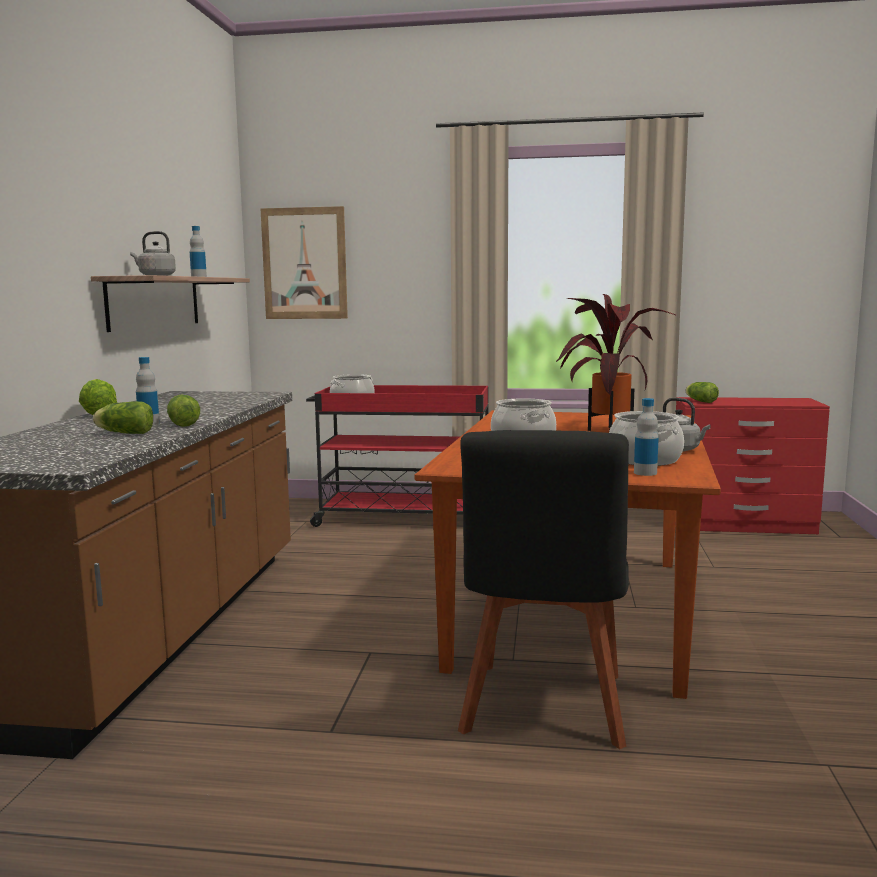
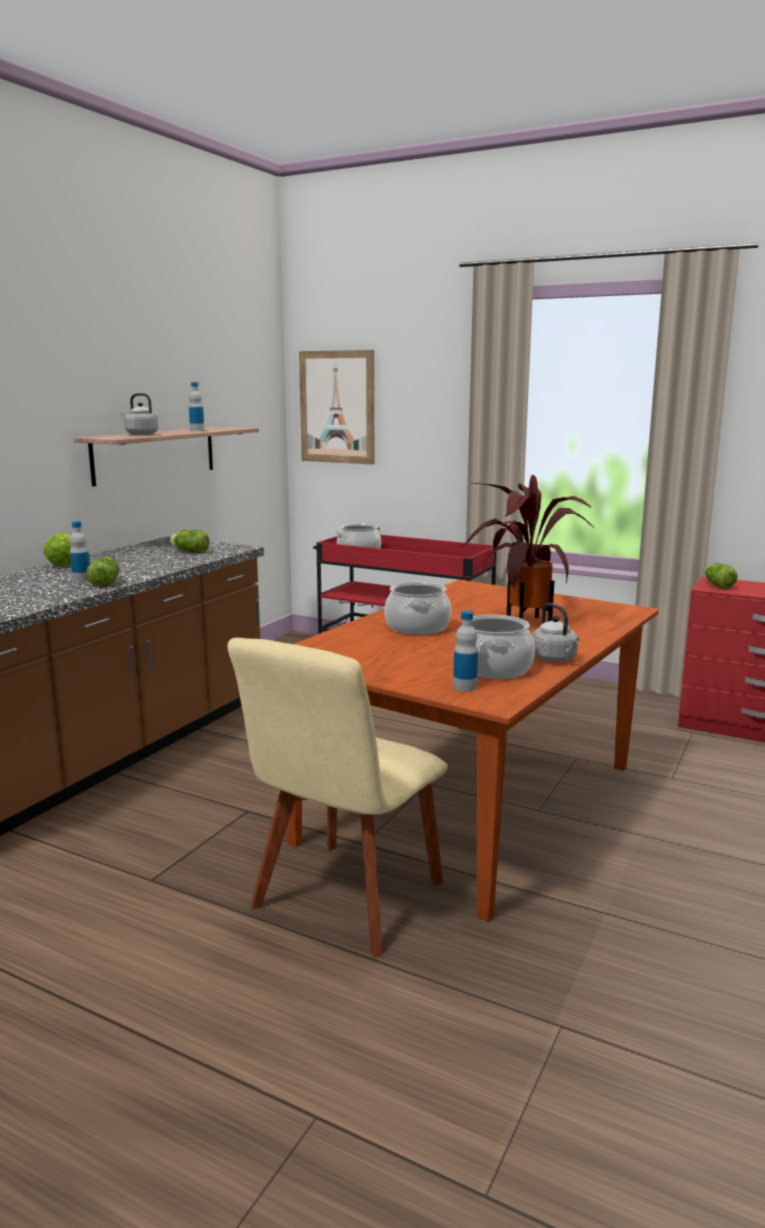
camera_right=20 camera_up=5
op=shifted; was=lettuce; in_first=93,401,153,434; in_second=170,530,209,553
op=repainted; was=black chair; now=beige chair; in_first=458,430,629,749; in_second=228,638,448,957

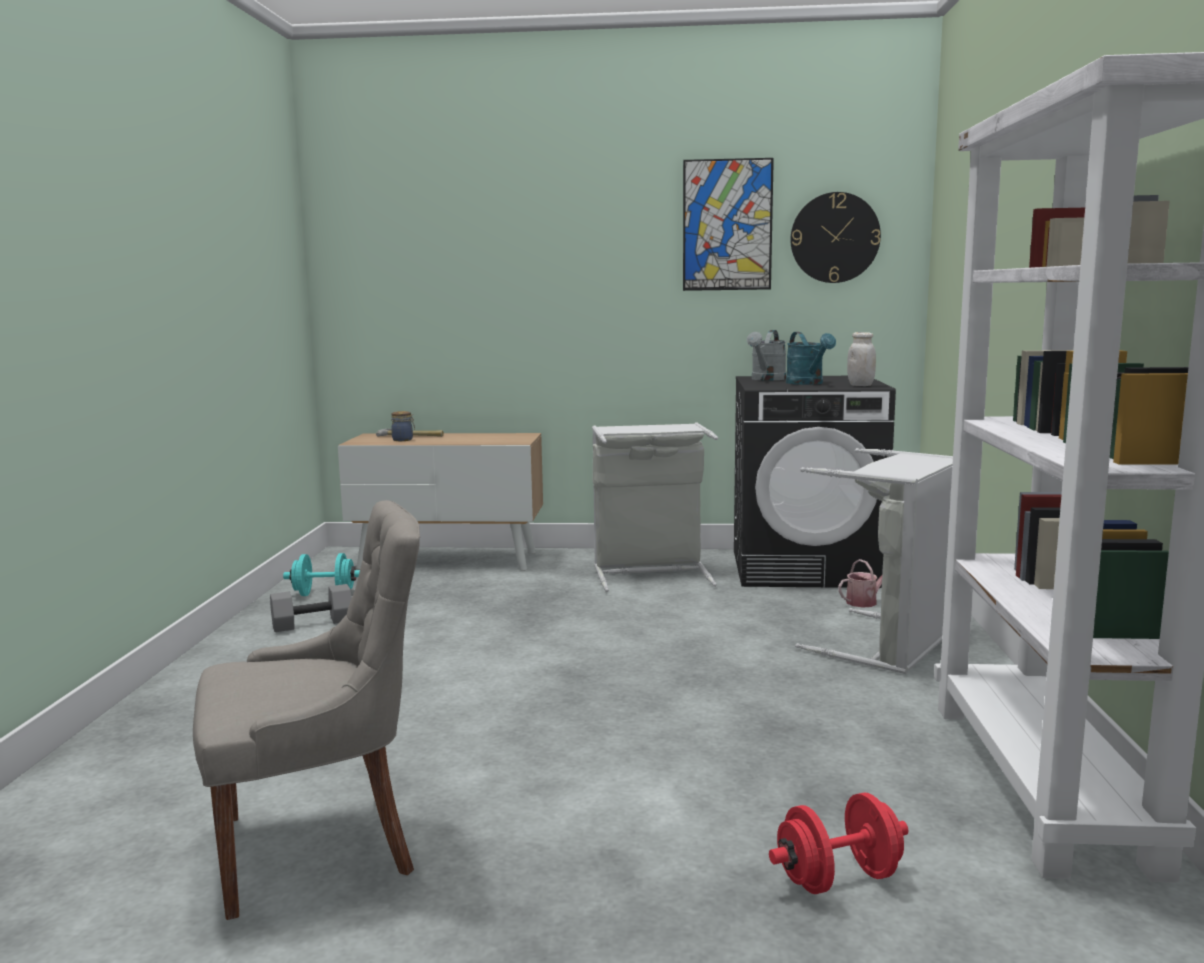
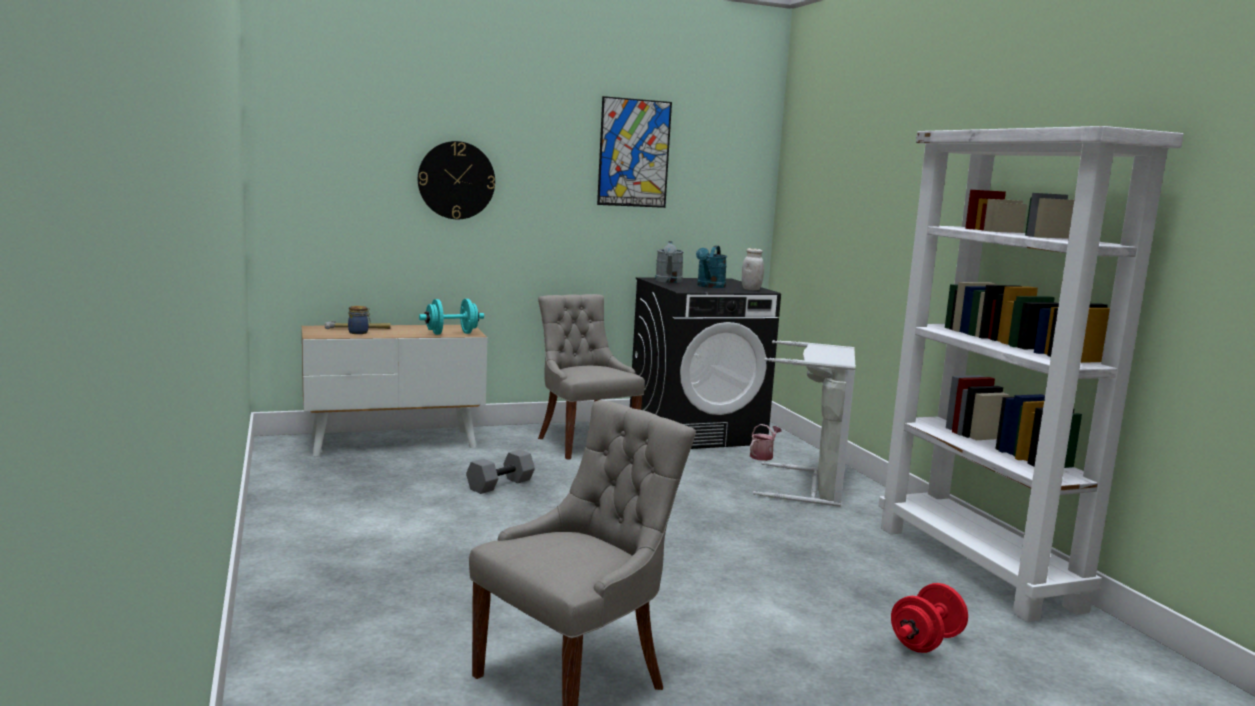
camera_right=-25 camera_up=0
op=shifted; was=grey dumbbell; in_first=270,584,352,632; in_second=466,450,535,494
op=shifted; was=turquoise dumbbell; in_first=283,553,360,596; in_second=419,299,484,335
op=swapped; was=grey laundry basket; now=grey chair; in_first=592,422,718,592; in_second=538,294,645,460
op=rotated; was=turquoise watering can; in_first=786,332,836,385; in_second=696,246,727,288; clockwise=60
op=shifted; was=wall clock; in_first=790,192,881,283; in_second=418,141,495,219

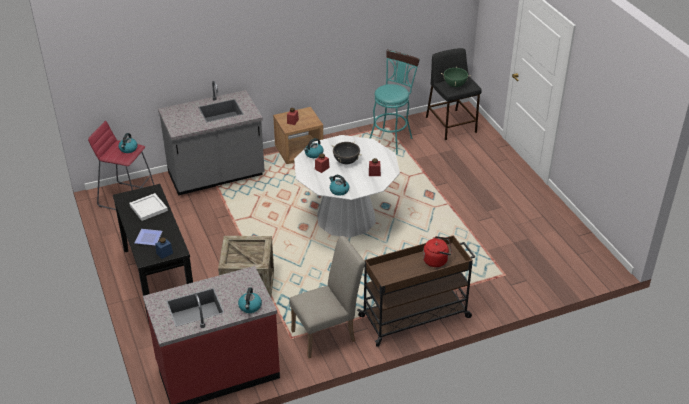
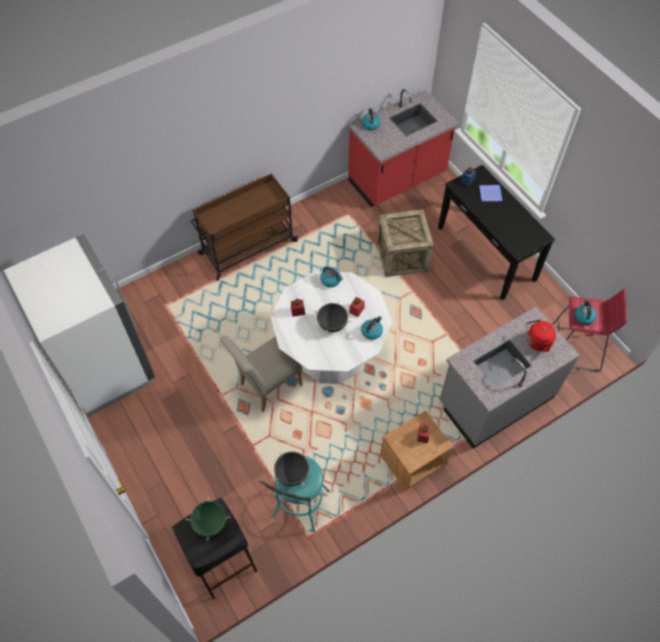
camera_right=170 camera_up=20
op=gone; was=white tray; in_first=129,193,168,221
op=shifted; was=beige chair; in_first=289,236,365,358; in_second=220,336,303,412
op=shifted; was=red kettle; in_first=423,236,452,267; in_second=526,319,556,352
op=new; now=white fridge; in_second=4,234,155,417
op=new; now=black cooking pot; in_second=274,451,309,486

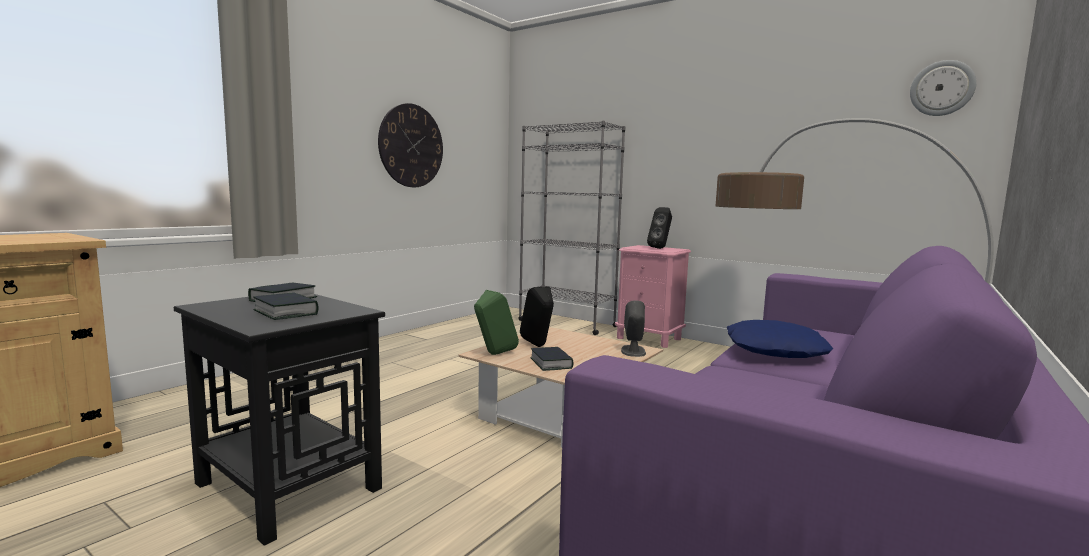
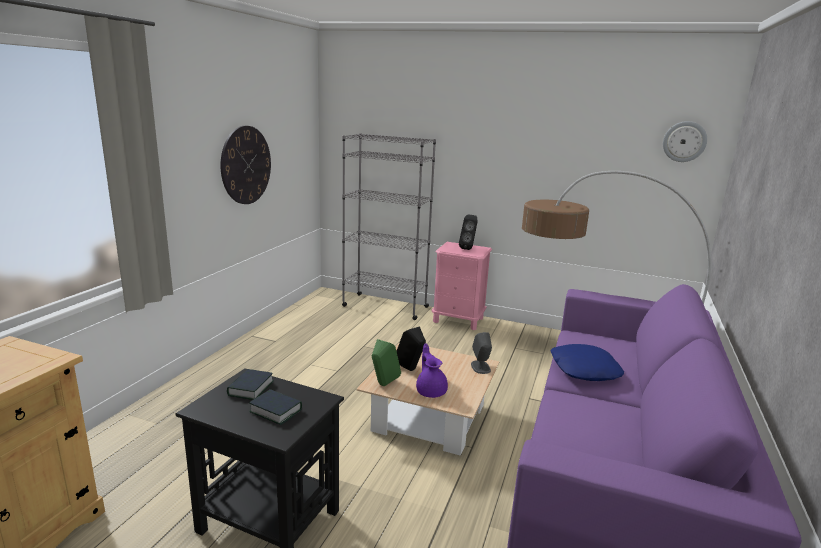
camera_right=-15 camera_up=10
op=swapped; was=book; now=purple teapot; in_first=530,347,574,371; in_second=416,343,448,398

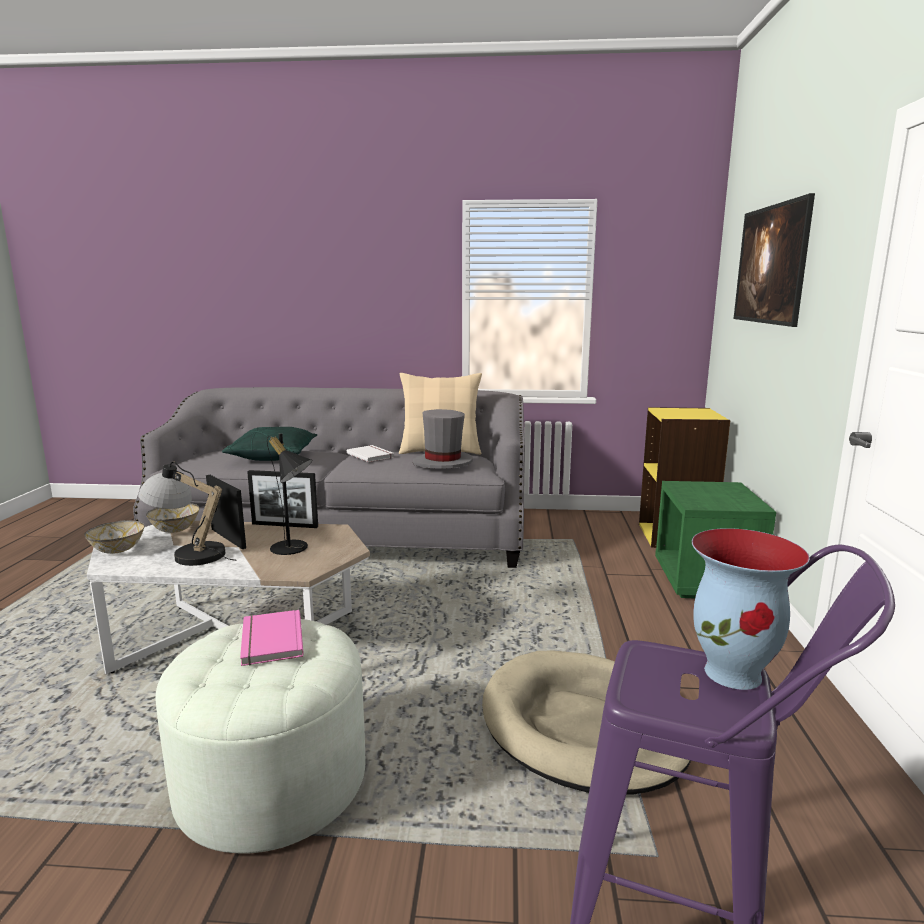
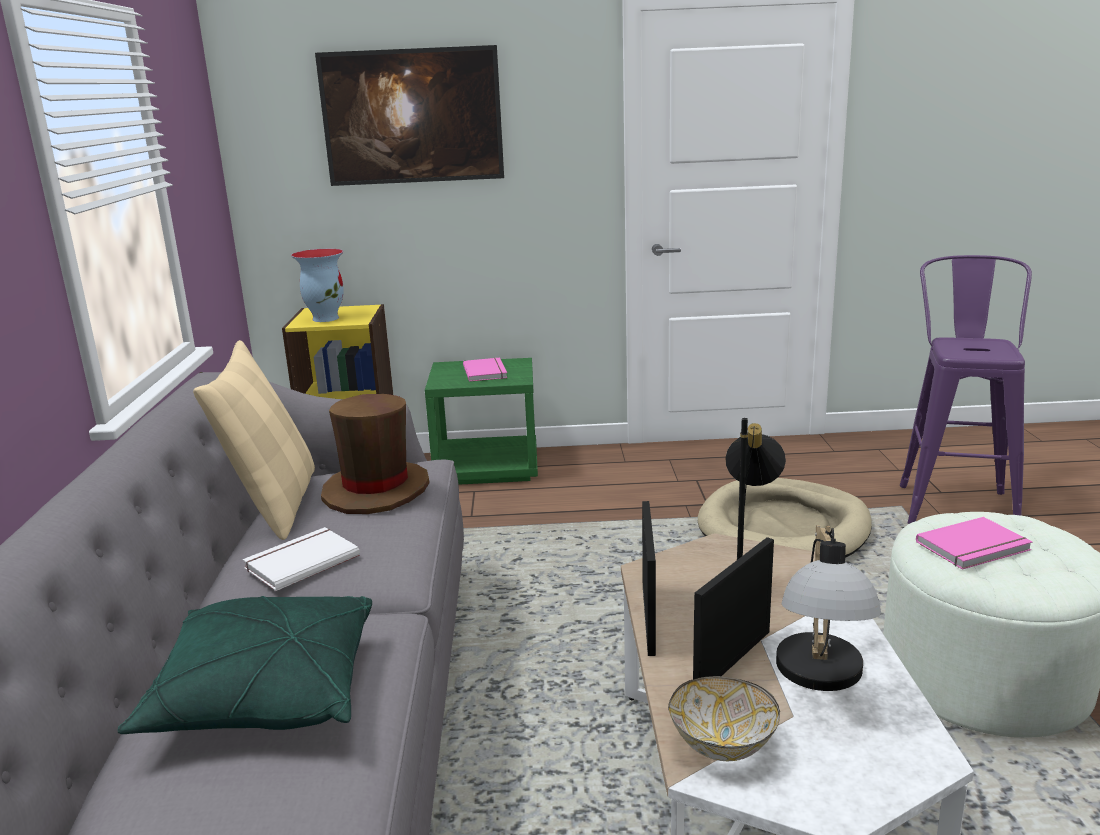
camera_right=-95 camera_up=5
op=gone; was=bowl; in_first=84,520,144,554
op=repainted; was=grey hat; now=brown hat; in_first=413,409,473,469; in_second=321,394,430,514
op=shifted; was=vase; in_first=692,528,810,690; in_second=291,249,344,322
op=new; now=pink book; in_second=463,358,507,382

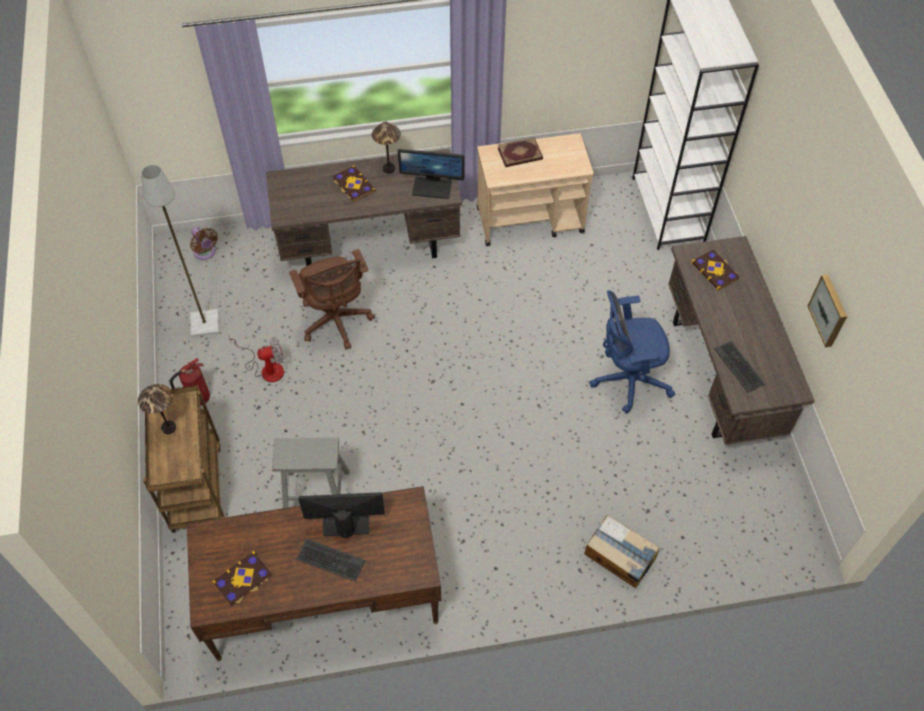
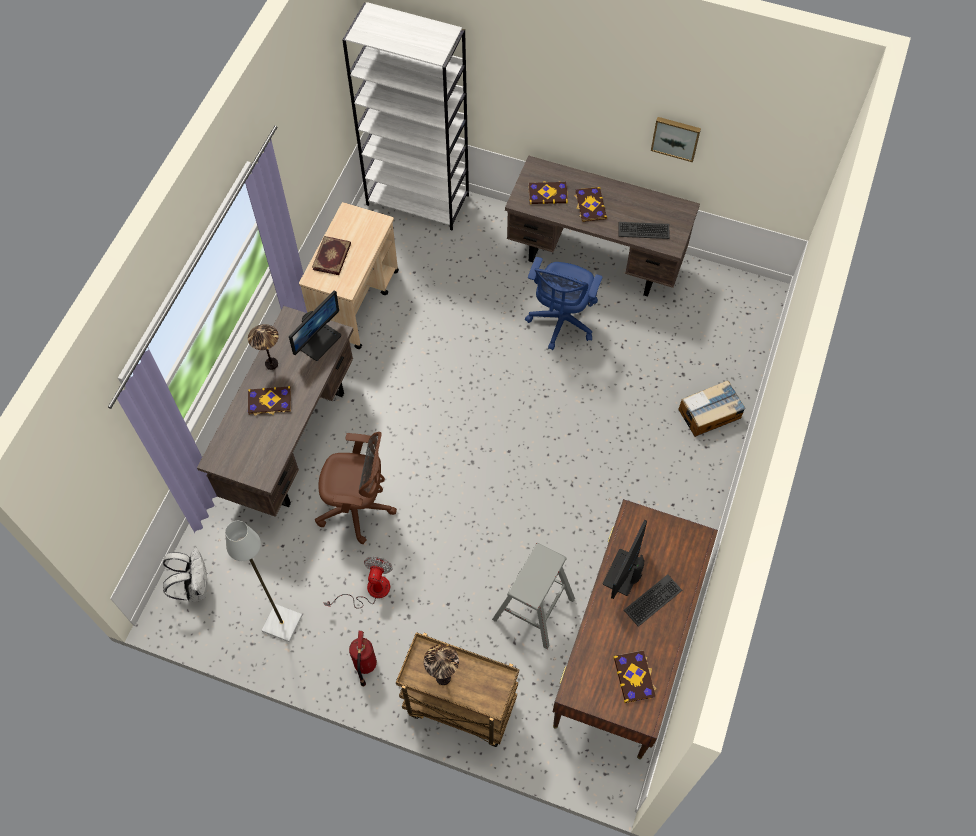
camera_right=-60 camera_up=5
op=swapped; was=brown fan; now=white backpack; in_first=190,227,218,260; in_second=163,547,207,602
op=new; now=book; in_second=574,187,607,222

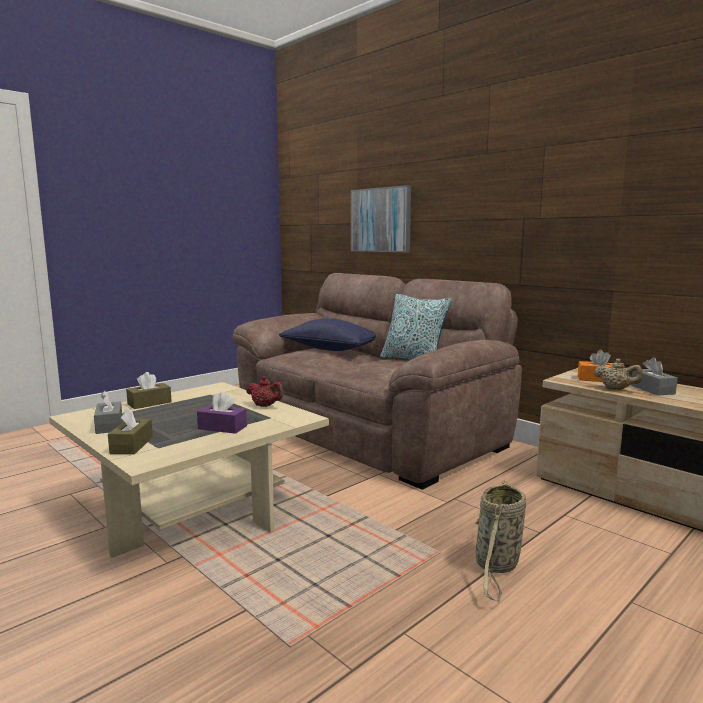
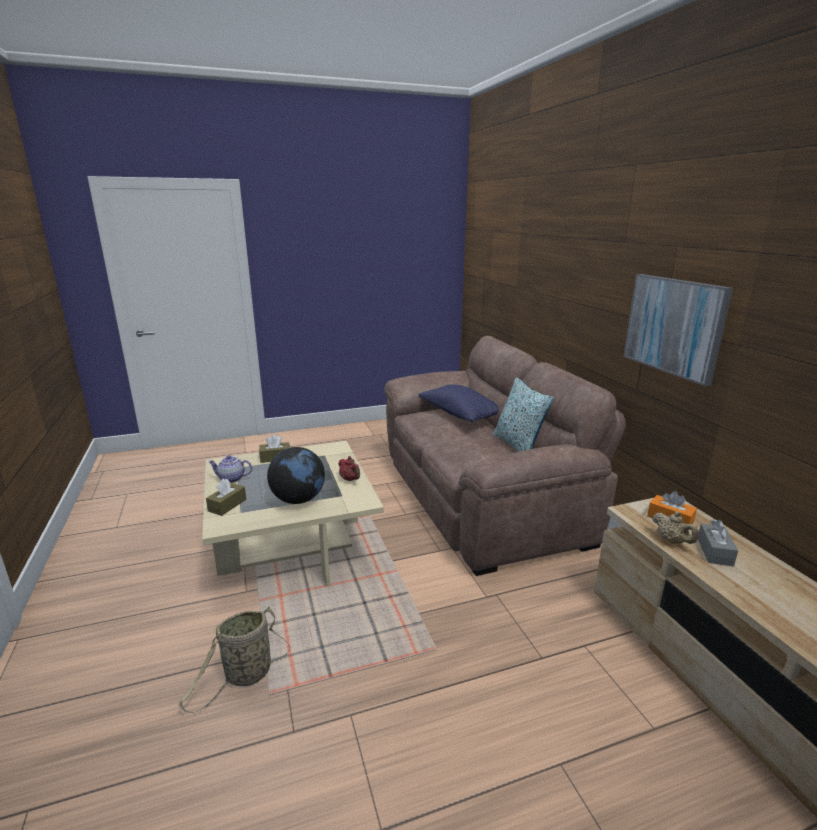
camera_right=25 camera_up=10
op=swapped; was=grey tissue box; now=teapot; in_first=94,391,122,434; in_second=208,455,252,483
op=swapped; was=purple tissue box; now=globe; in_first=197,392,247,434; in_second=267,447,325,504
op=shifted; was=picture; in_first=351,185,411,252; in_second=623,274,733,386
op=shifted; was=basket; in_first=473,481,526,601; in_second=178,606,290,713

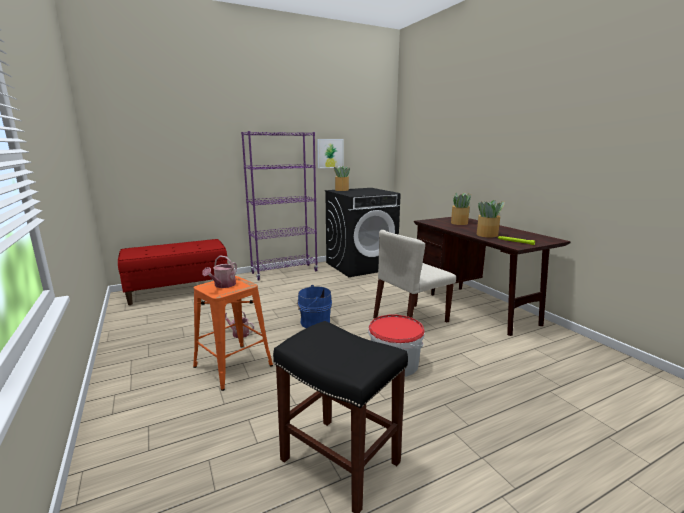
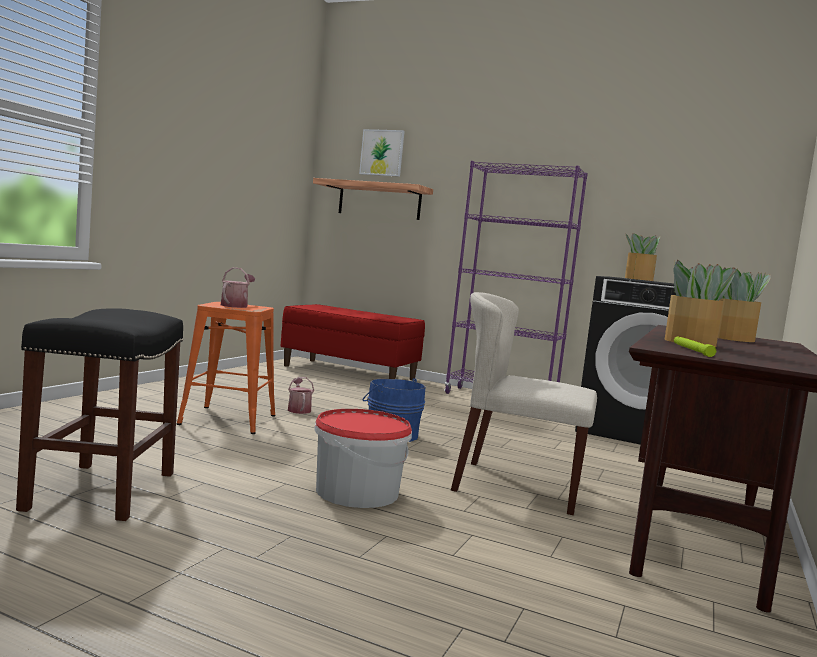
camera_right=50 camera_up=-10
op=rotated; was=watering can; in_first=202,256,237,288; in_second=221,267,255,308; clockwise=120
op=shifted; was=picture; in_first=317,139,344,168; in_second=359,129,405,177
op=new; now=shelf; in_second=313,178,433,220

